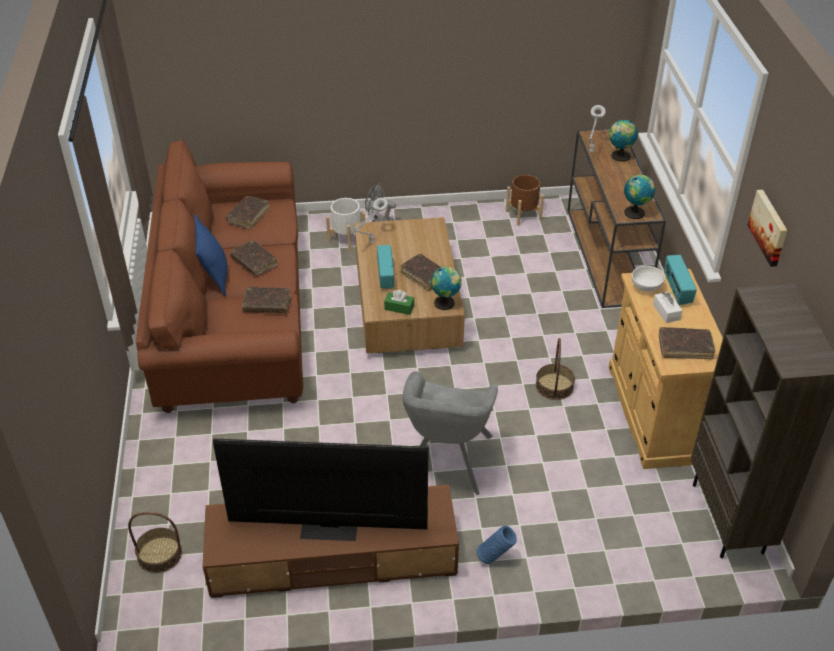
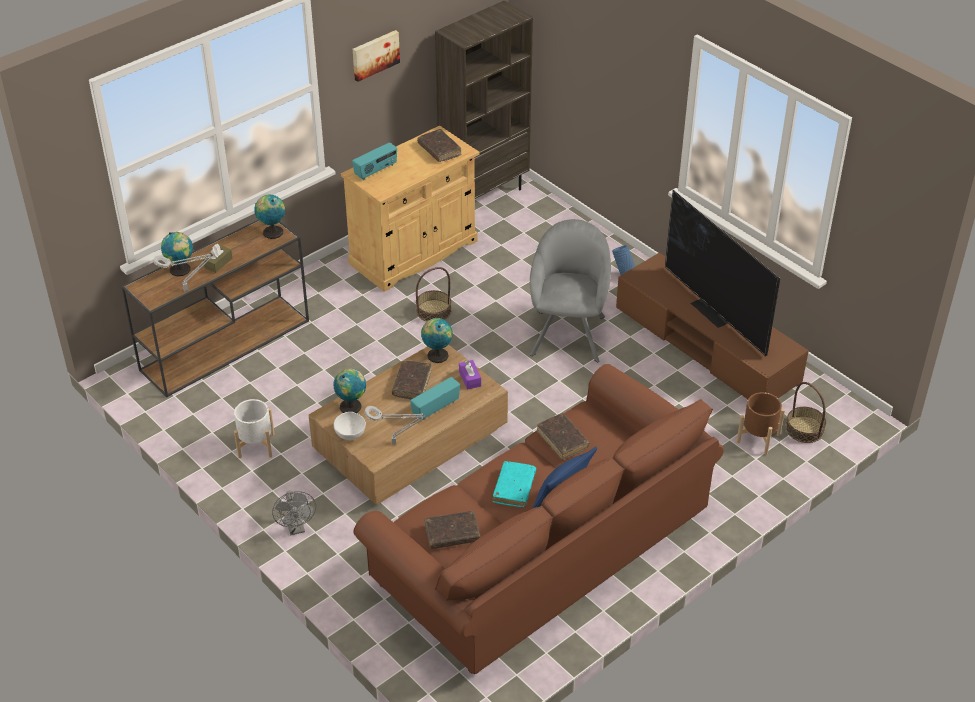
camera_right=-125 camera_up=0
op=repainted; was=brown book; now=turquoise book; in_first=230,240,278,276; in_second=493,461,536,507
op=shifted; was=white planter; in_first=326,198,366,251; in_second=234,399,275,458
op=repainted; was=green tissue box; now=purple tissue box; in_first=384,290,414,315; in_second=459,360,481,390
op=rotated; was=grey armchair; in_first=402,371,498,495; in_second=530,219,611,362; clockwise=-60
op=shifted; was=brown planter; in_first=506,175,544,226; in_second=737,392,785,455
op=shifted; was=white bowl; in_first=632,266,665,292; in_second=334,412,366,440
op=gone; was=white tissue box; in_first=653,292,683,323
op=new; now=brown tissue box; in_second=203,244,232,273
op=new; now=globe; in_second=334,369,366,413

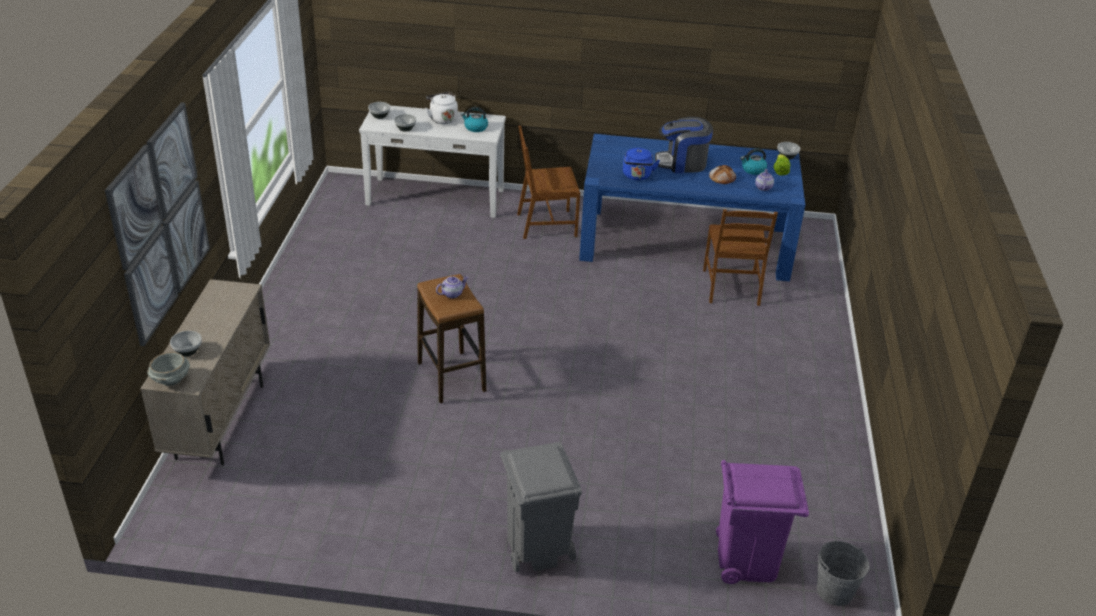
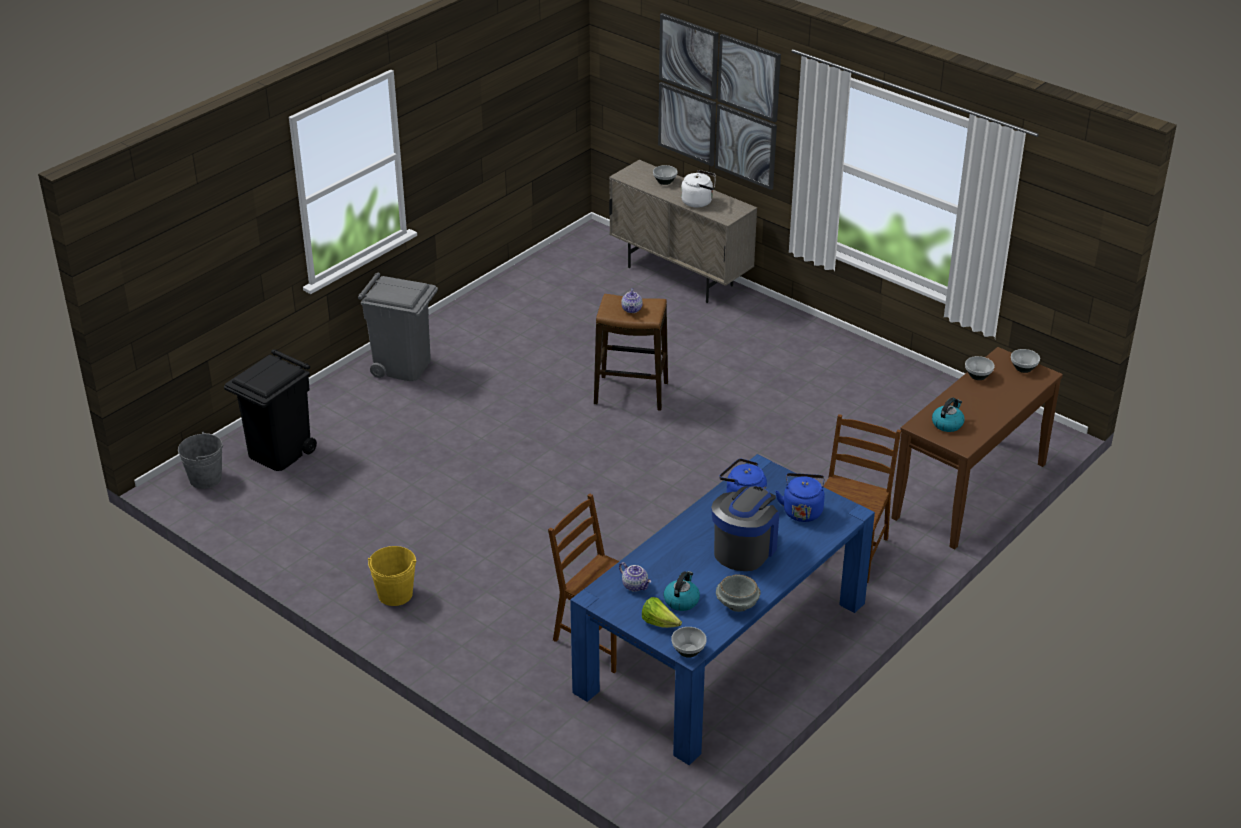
camera_right=125 camera_up=0
op=shifted; was=grey bowl; in_first=148,352,190,386; in_second=716,574,760,612
op=repainted; was=white console table; now=brown console table; in_first=359,105,506,218; in_second=891,347,1063,550
op=shifted; was=white kettle; in_first=426,92,458,124; in_second=681,170,716,208
op=gone; was=bread; in_first=709,165,736,184
op=repainted; was=purple trash can; now=black trash can; in_first=716,460,809,584; in_second=224,349,317,471
op=new; now=yellow bucket; in_second=368,546,416,606
op=new; now=blue kettle; in_second=775,473,825,522

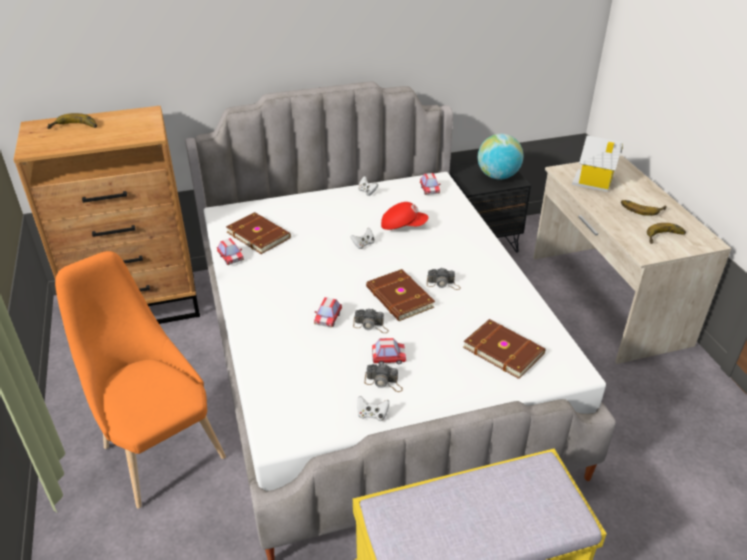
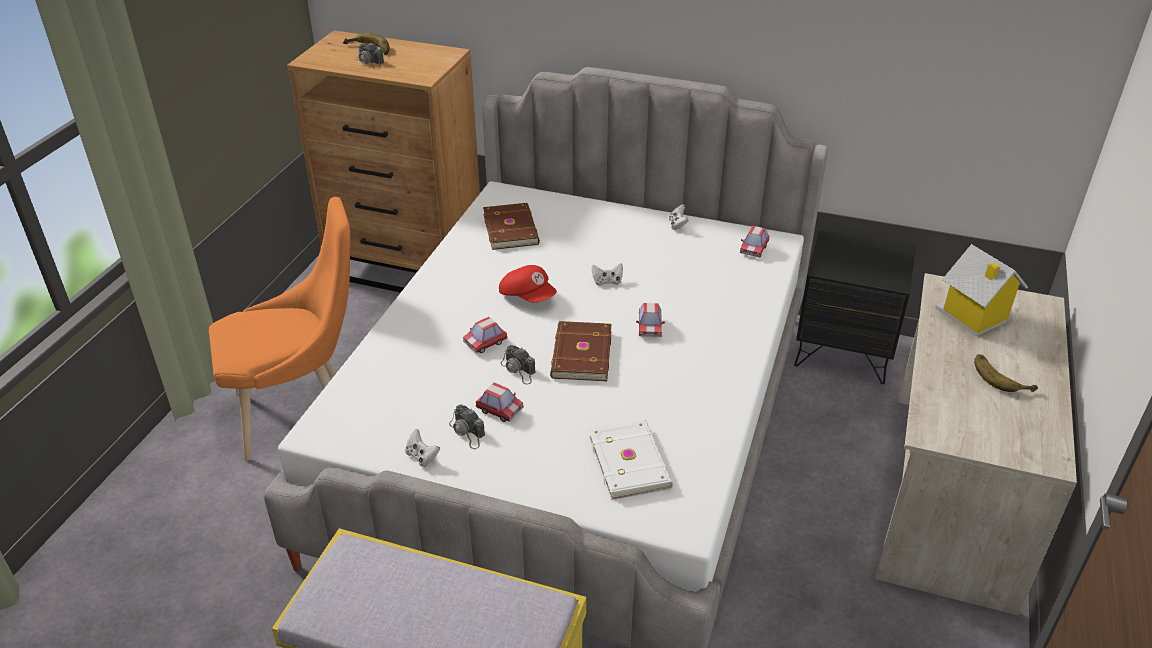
camera_right=35 camera_up=0
op=rotated; was=orange chair; in_first=55,251,226,508; in_second=209,197,350,461; clockwise=75
op=shifted; was=toy car; in_first=217,238,244,265; in_second=636,303,665,337
op=shifted; was=red cap; in_first=381,202,428,230; in_second=499,265,557,303
op=shifted; was=photo camera; in_first=427,268,461,290; in_second=355,43,384,70
op=repainted; was=brown book; now=white book; in_first=463,319,545,379; in_second=588,420,673,500
op=gone; was=globe; in_first=478,134,523,179
op=gone; was=banana; in_first=647,223,686,244

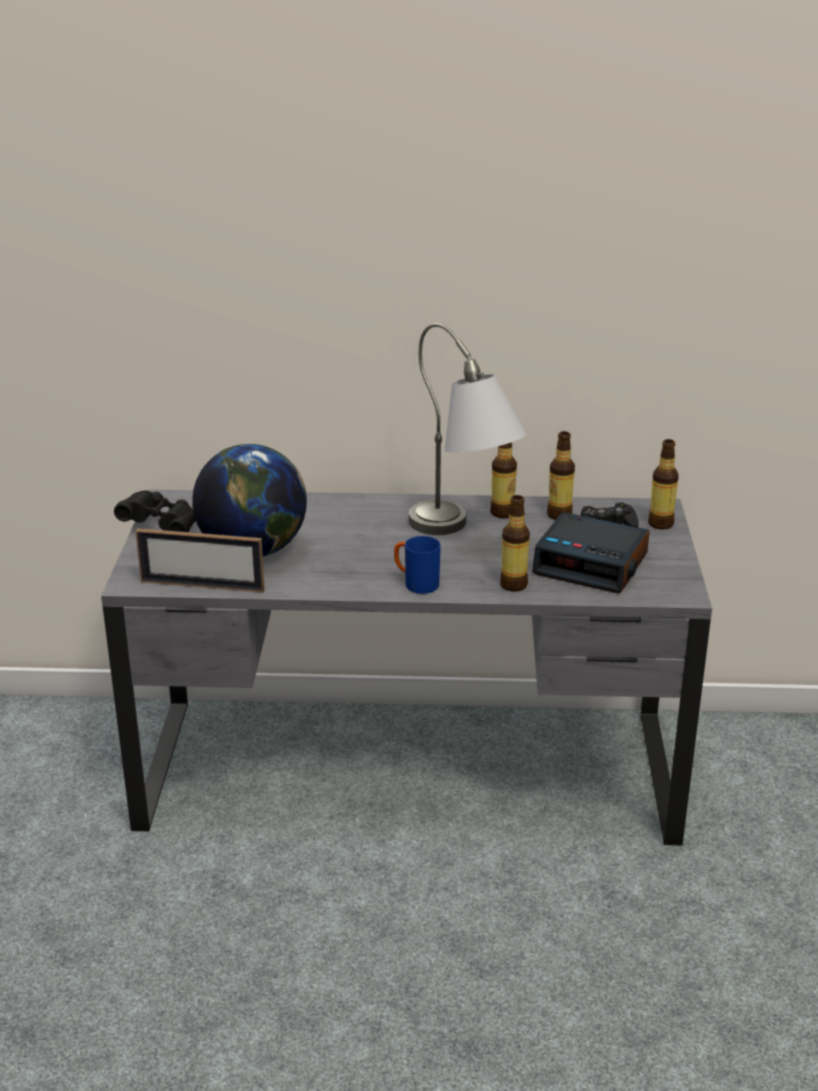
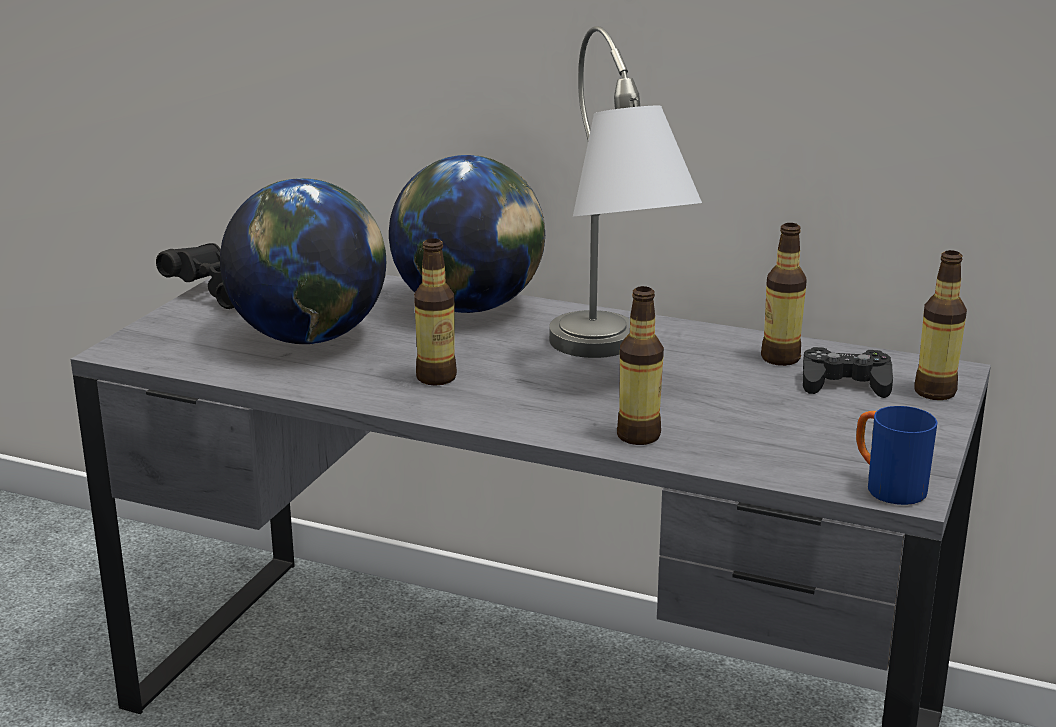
camera_right=20 camera_up=-5
op=gone; was=picture frame; in_first=136,528,265,592
op=shifted; was=blue mug; in_first=394,536,441,594; in_second=856,406,938,505
op=shifted; was=bottle; in_first=490,442,517,518; in_second=414,238,457,386
op=gone; was=alarm clock; in_first=532,512,650,593
op=new; now=globe; in_second=389,155,545,313

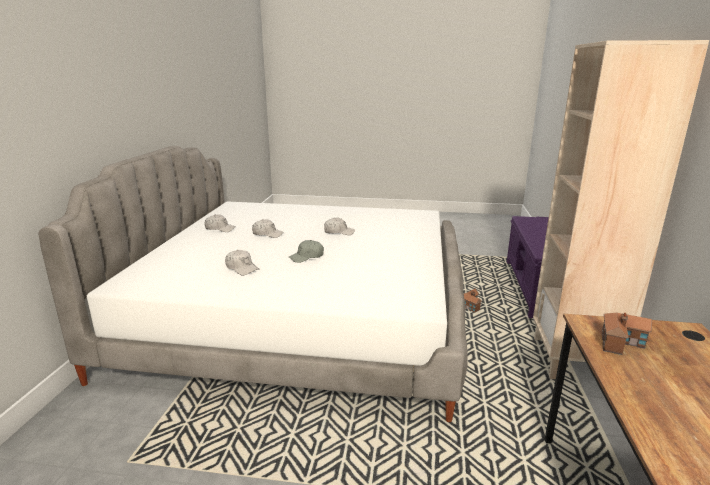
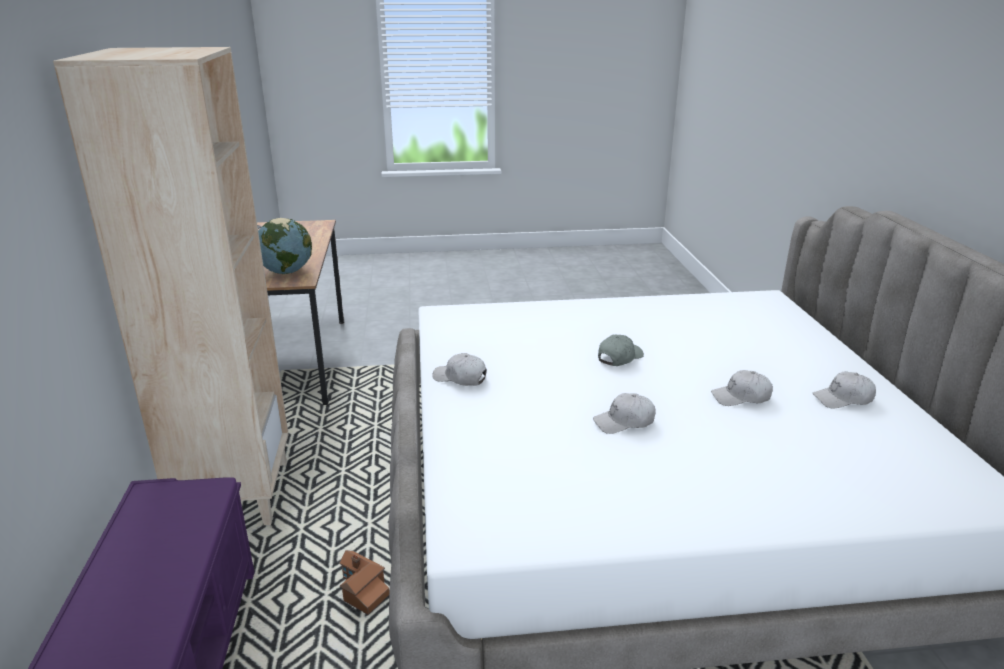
camera_right=165 camera_up=5
op=shifted; was=white cap; in_first=225,250,259,275; in_second=432,353,487,386
op=swapped; was=toy house; now=globe; in_first=602,313,652,355; in_second=258,218,312,274

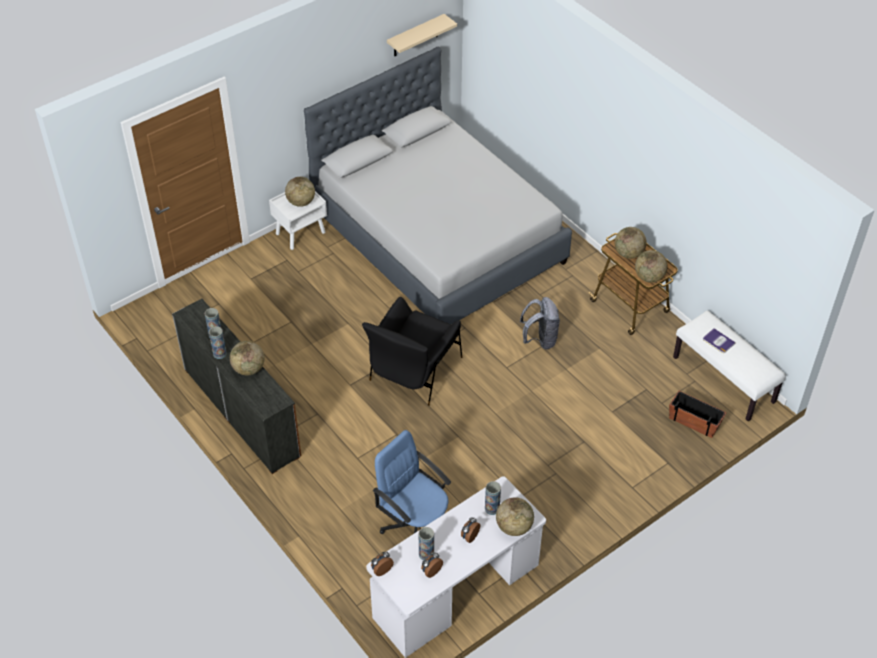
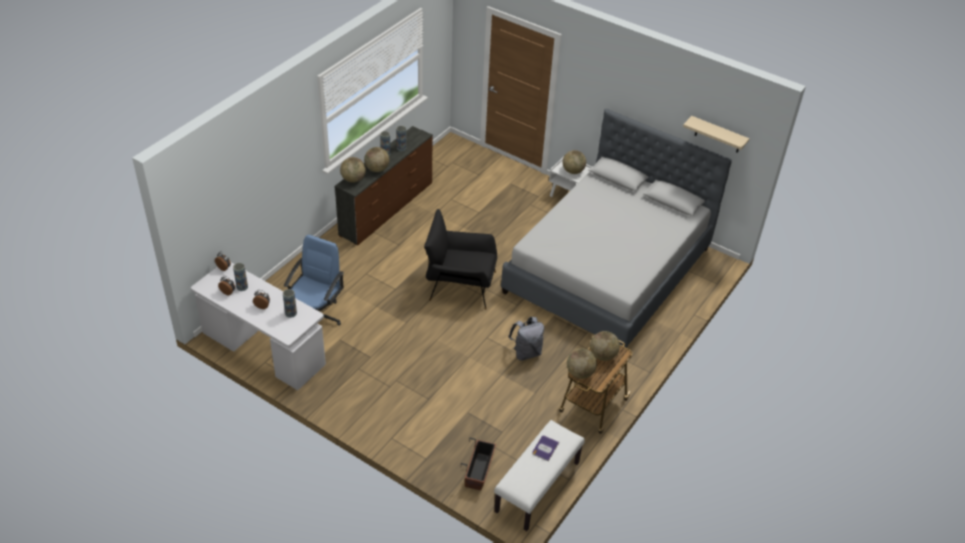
camera_right=70 camera_up=-5
op=shifted; was=globe; in_first=496,497,534,536; in_second=340,157,366,183

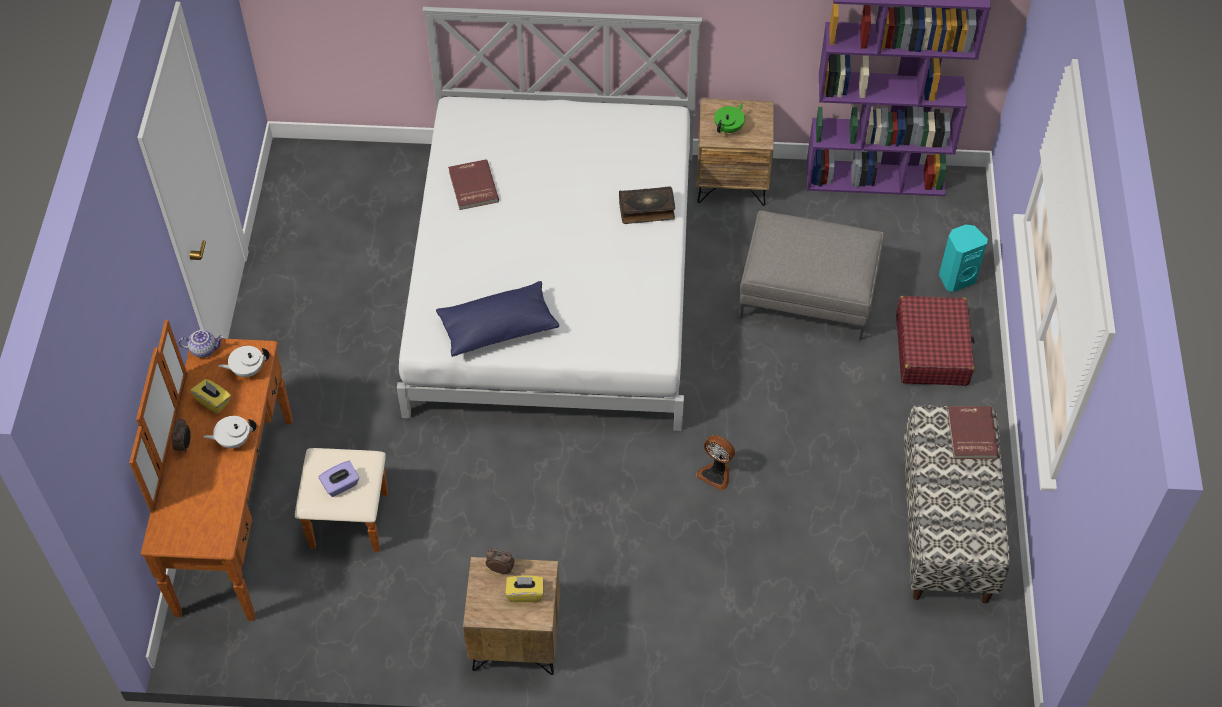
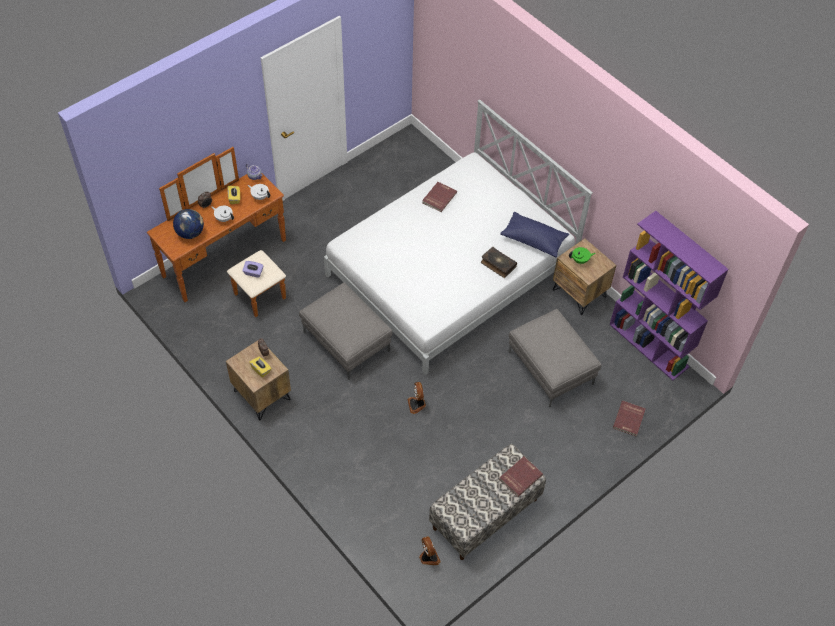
camera_right=45 camera_up=0
op=shifted; was=blue pillow; in_first=436,281,559,357; in_second=500,212,569,257
op=gone; was=red suitcase; in_first=896,296,975,386
op=swapped; was=turquoise speaker; now=red book; in_first=939,224,988,292; in_second=613,401,646,437
op=new; now=globe; in_second=173,209,204,239
op=new; now=grey ottoman; in_second=299,283,392,380
op=new; now=fan; in_second=419,536,441,565

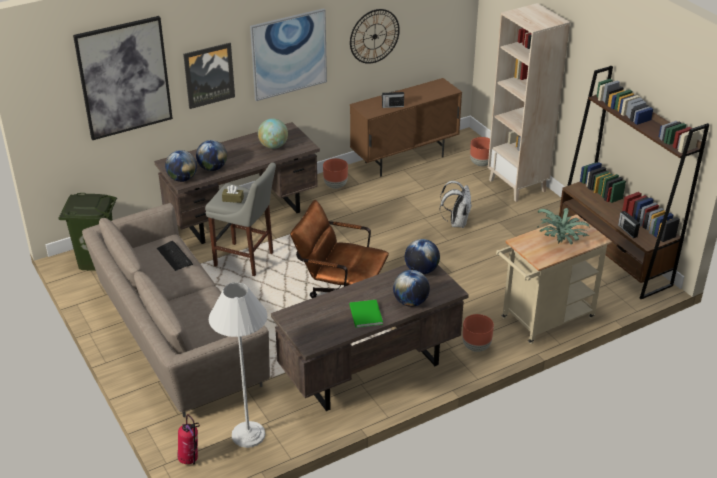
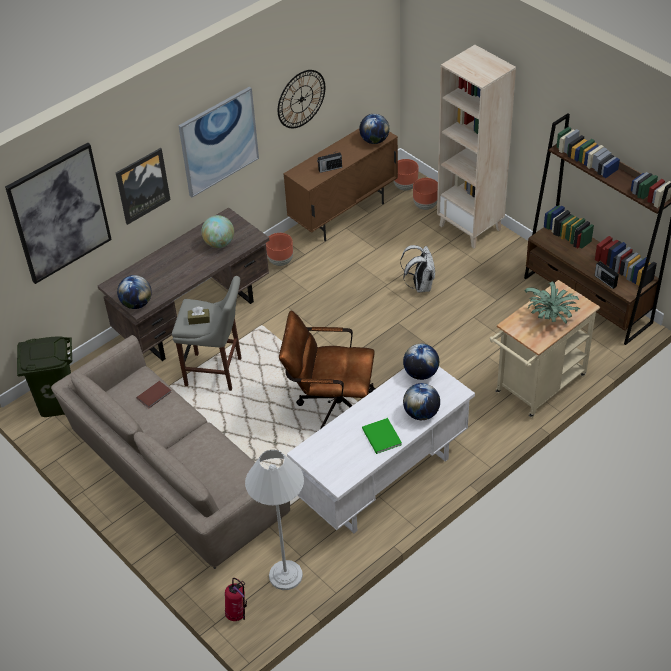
camera_right=-10 camera_up=10
op=swapped; was=keyboard; now=brown book; in_first=157,241,193,271; in_second=136,381,172,409
op=shifted; was=globe; in_first=196,140,227,171; in_second=359,114,389,144
op=repainted; was=brown desk; now=white desk; in_first=271,265,469,411; in_second=287,367,475,533
op=shifted; was=brown planter; in_first=462,314,494,352; in_second=394,159,418,191

